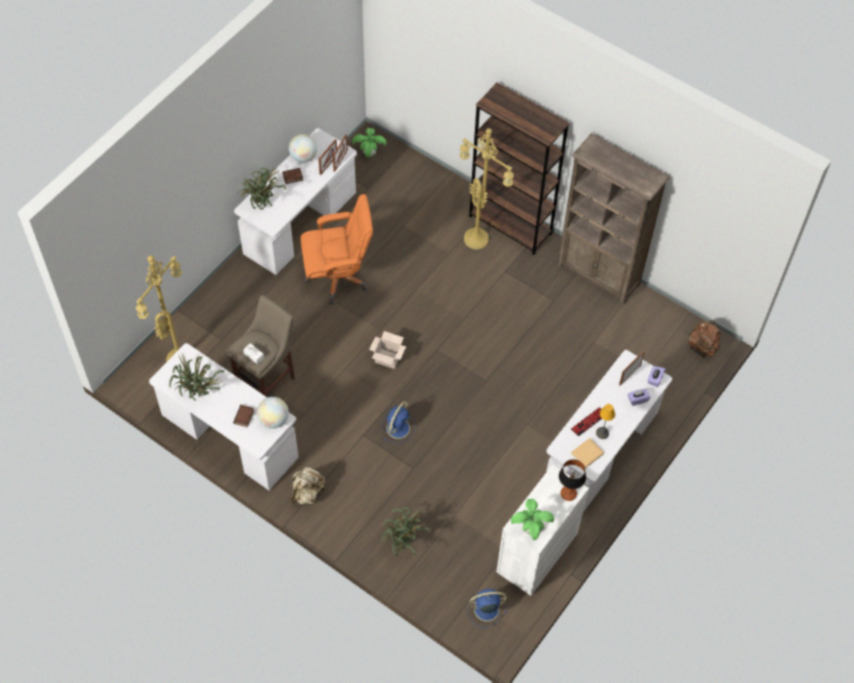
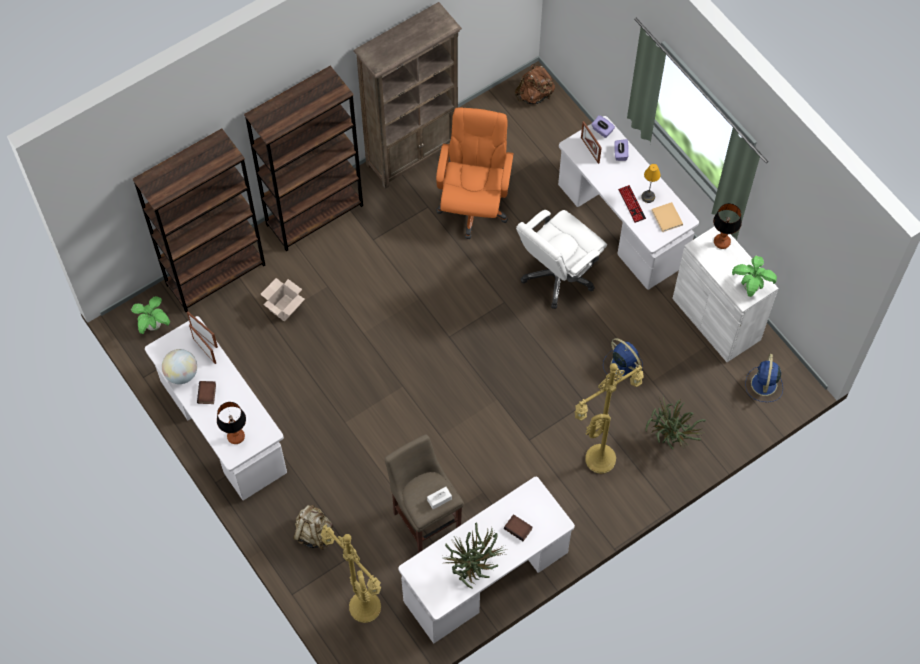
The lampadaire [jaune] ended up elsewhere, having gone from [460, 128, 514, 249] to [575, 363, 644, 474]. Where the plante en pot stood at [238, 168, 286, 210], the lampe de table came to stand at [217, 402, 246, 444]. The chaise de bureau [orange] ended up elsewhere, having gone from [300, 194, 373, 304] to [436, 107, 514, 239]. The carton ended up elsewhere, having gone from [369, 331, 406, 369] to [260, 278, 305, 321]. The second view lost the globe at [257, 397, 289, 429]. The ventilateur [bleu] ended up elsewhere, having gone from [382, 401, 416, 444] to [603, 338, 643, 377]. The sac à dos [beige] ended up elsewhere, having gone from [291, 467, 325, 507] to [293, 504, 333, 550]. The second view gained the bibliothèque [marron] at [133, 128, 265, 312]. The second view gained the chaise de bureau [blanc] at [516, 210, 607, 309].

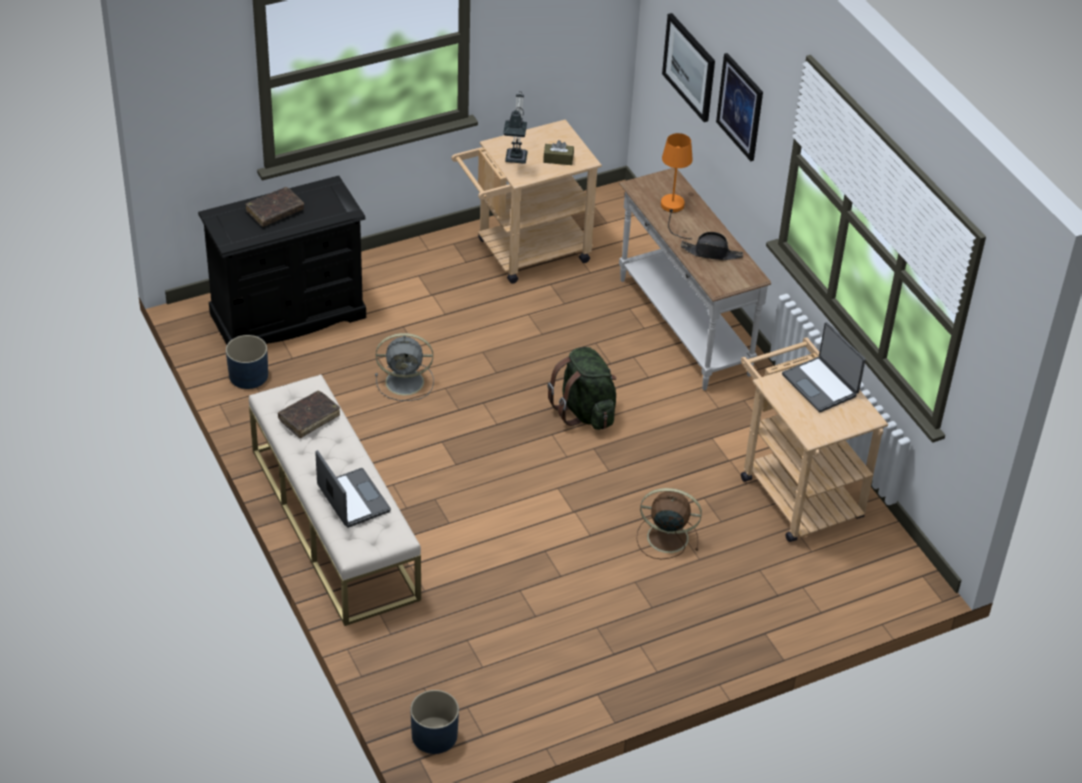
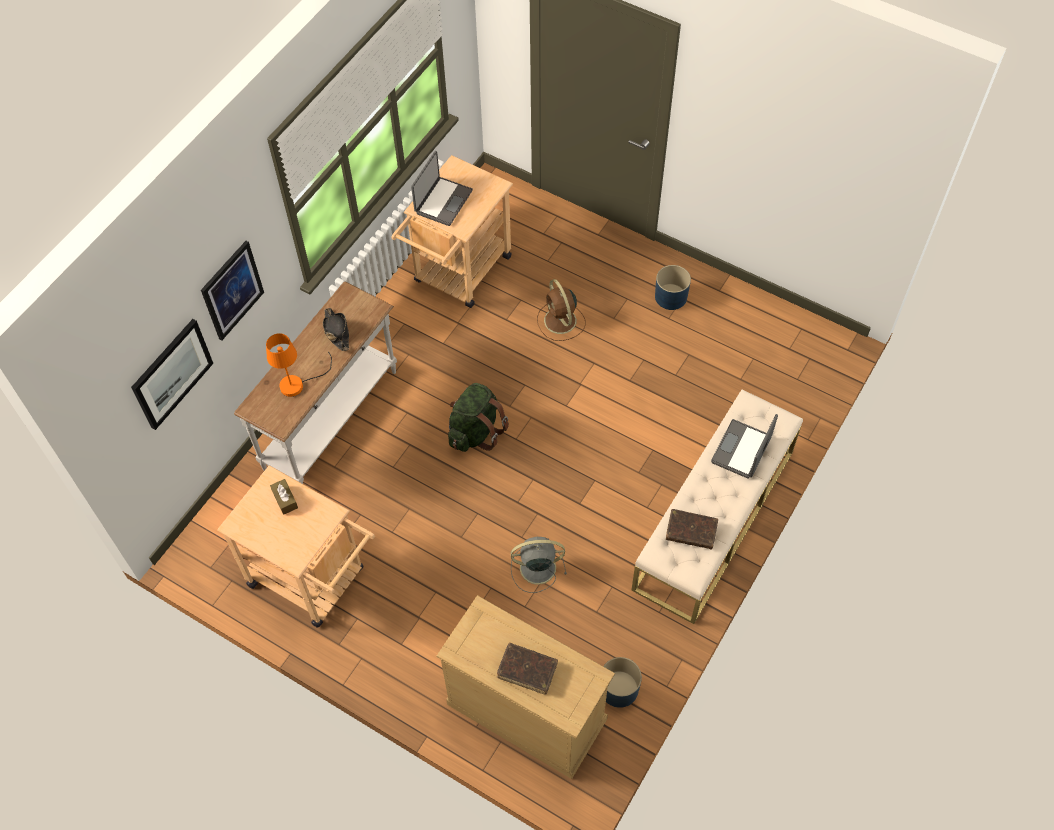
The second view lost the lampe de table at [503, 91, 528, 164]. What was the commode [noir] at [198, 176, 366, 345] turned into the commode [beige] at [437, 595, 615, 779]. The ventilateur [gris] at [375, 333, 434, 401] ended up facing another way, 60 degrees counterclockwise from before. The cache-pot [bleu] ended up elsewhere, having gone from [410, 690, 459, 754] to [655, 265, 691, 310].

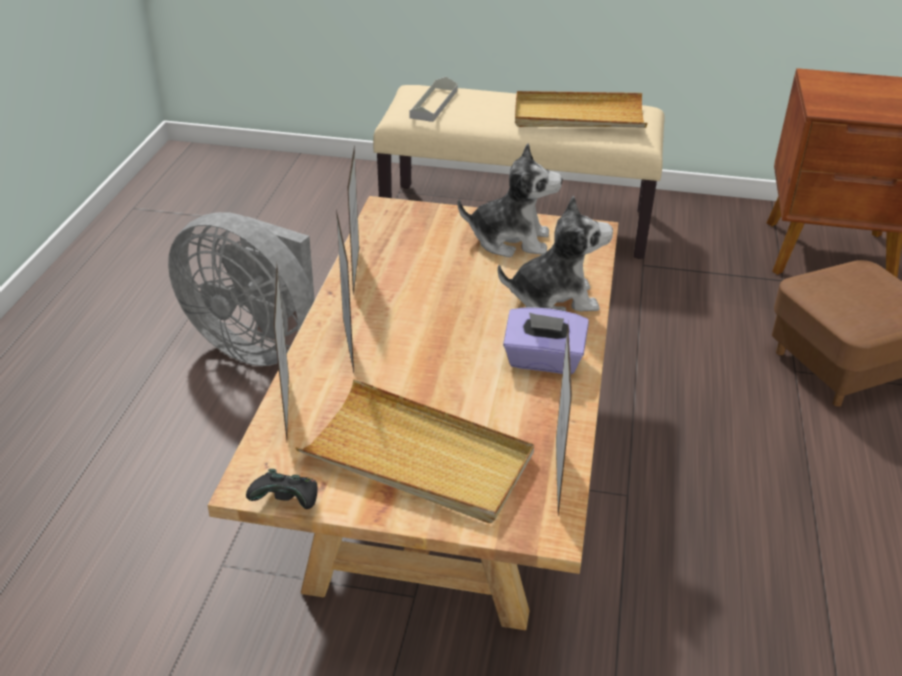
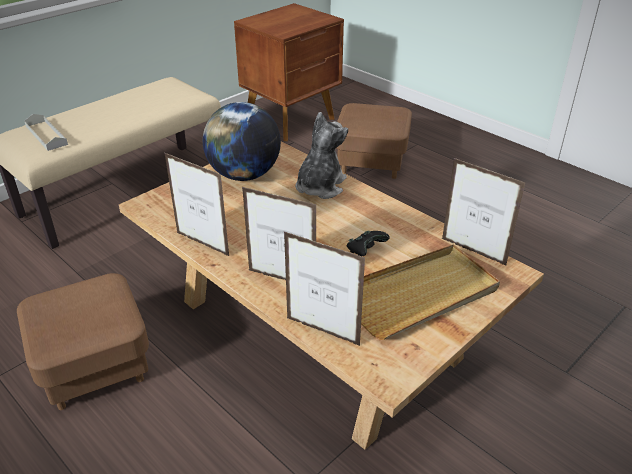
The second view lost the plateau [beige] at [515, 91, 647, 128]. Where the peluche stood at [458, 143, 562, 257], the globe came to stand at [203, 102, 281, 181]. Where the ventilateur [gris] stood at [168, 212, 315, 366], the pouf [marron] came to stand at [17, 273, 149, 410]. The second view lost the boîte à mouchoirs [violet] at [503, 307, 589, 374]. The manette [noir] ended up elsewhere, having gone from [246, 469, 318, 509] to [347, 231, 390, 256].

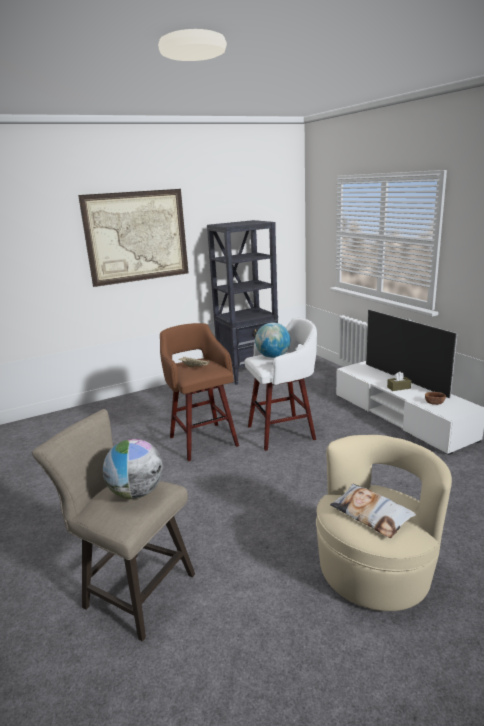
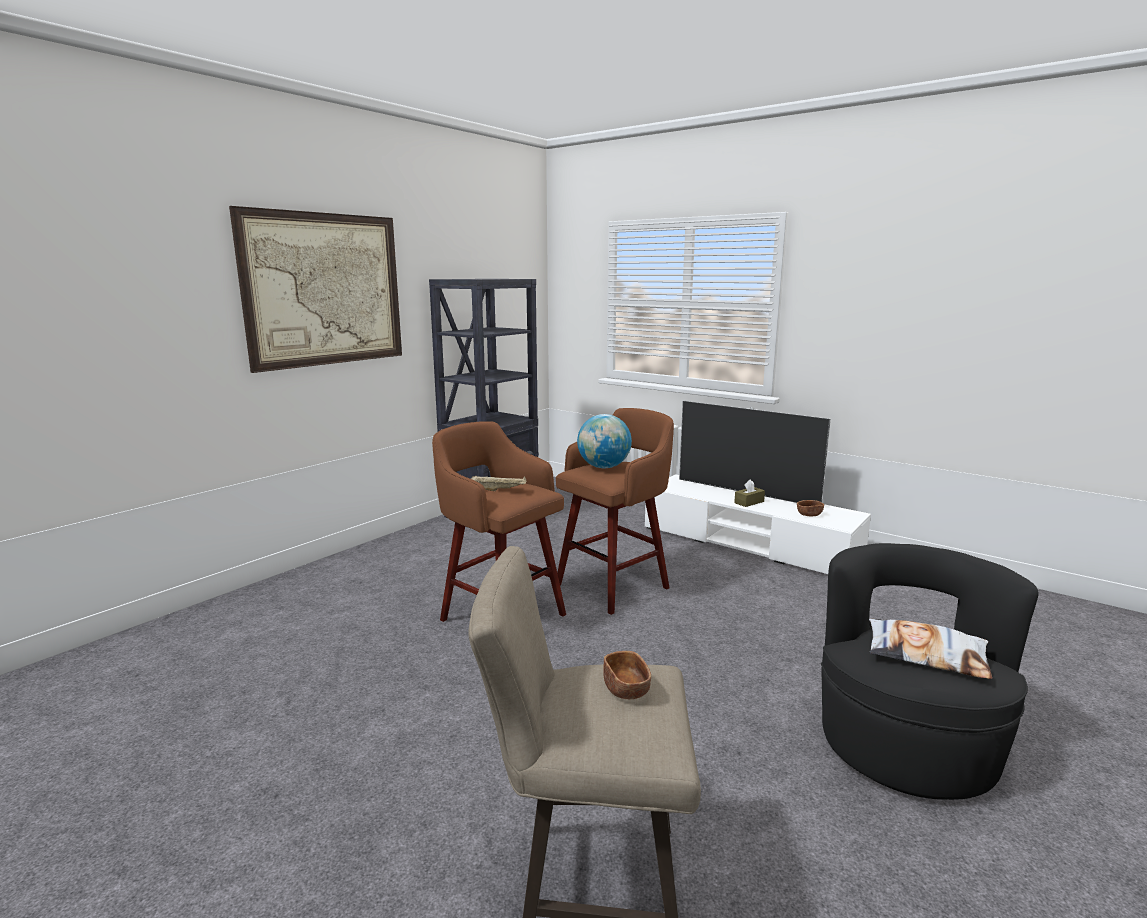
What was the tabouret [blanc] at [245, 317, 317, 451] turned into the tabouret [marron] at [556, 408, 674, 615]. What was the fauteuil [beige] at [316, 435, 452, 611] turned into the fauteuil [noir] at [821, 543, 1039, 800]. Where the globe stood at [103, 439, 163, 499], the bol [marron] came to stand at [603, 651, 651, 699].

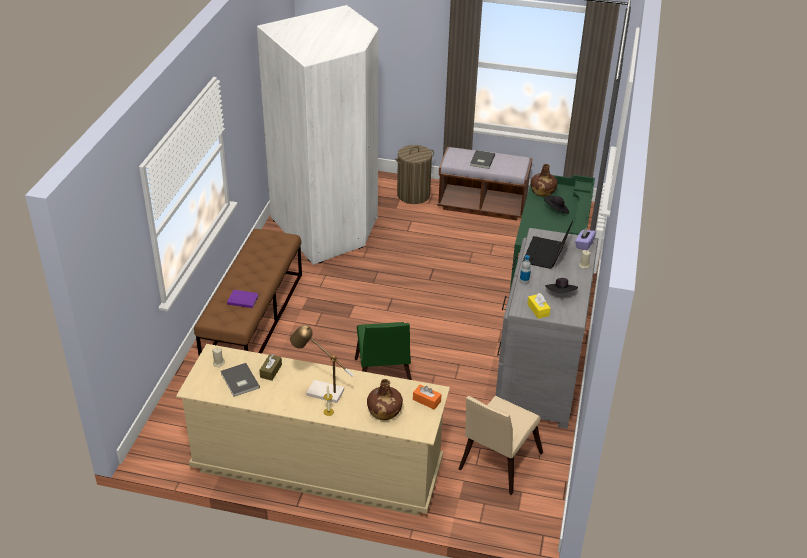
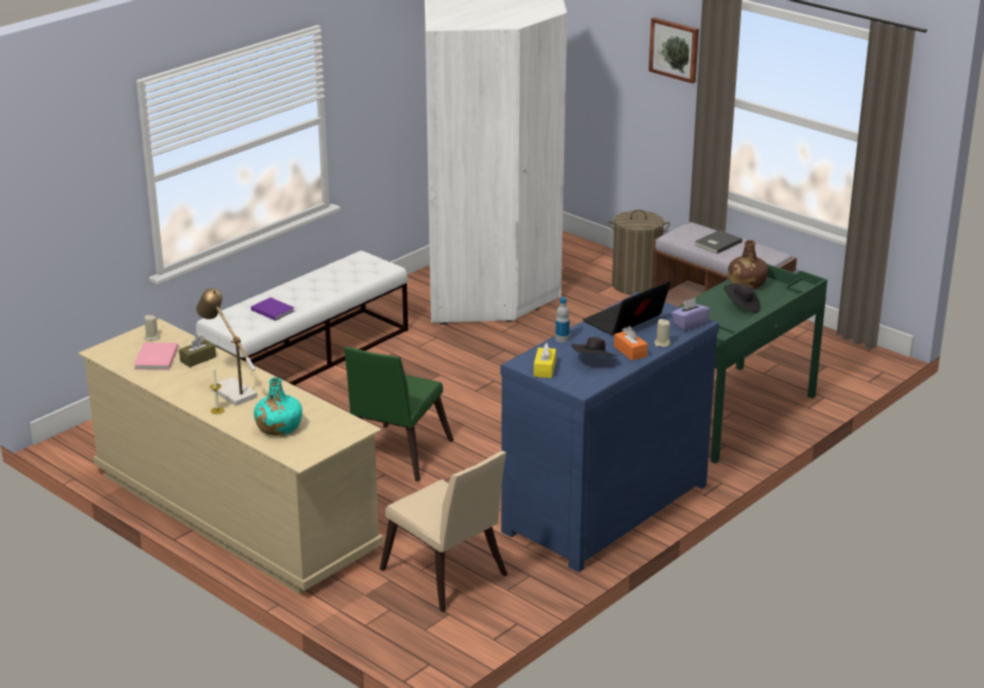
What was the commode [gris] at [495, 228, 598, 429] turned into the commode [bleu] at [501, 292, 719, 572]. What was the banc [marron] at [194, 229, 302, 356] turned into the banc [blanc] at [196, 251, 408, 385]. What was the livre [gris] at [221, 363, 260, 397] turned into the livre [rose] at [134, 343, 178, 370]. What was the bouteille [marron] at [367, 379, 403, 420] turned into the bouteille [turquoise] at [254, 377, 302, 436]. The boîte à mouchoirs [orange] ended up elsewhere, having gone from [413, 384, 442, 410] to [614, 326, 648, 361]. The chaise [beige] at [459, 396, 543, 495] ended up facing another way, 105 degrees counterclockwise from before. The second view gained the tableau at [649, 17, 699, 84].

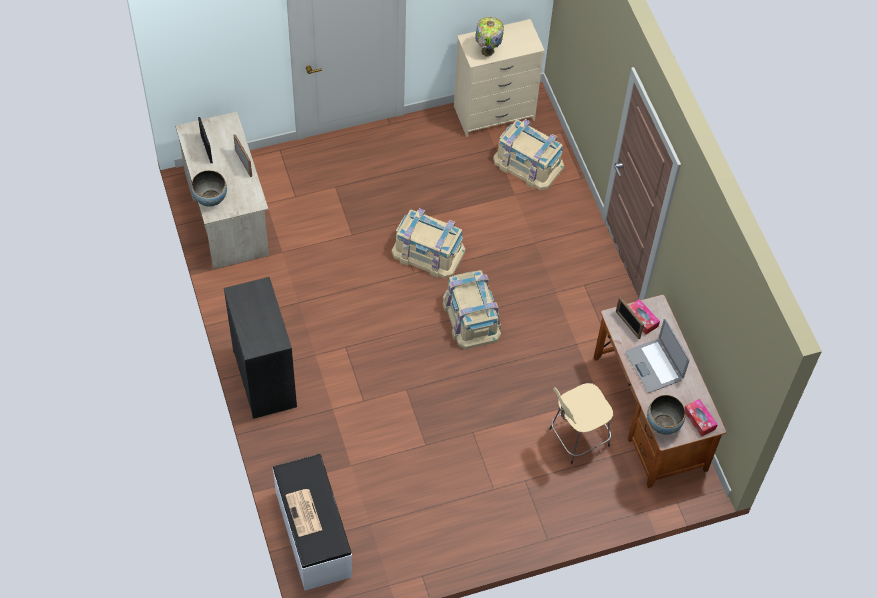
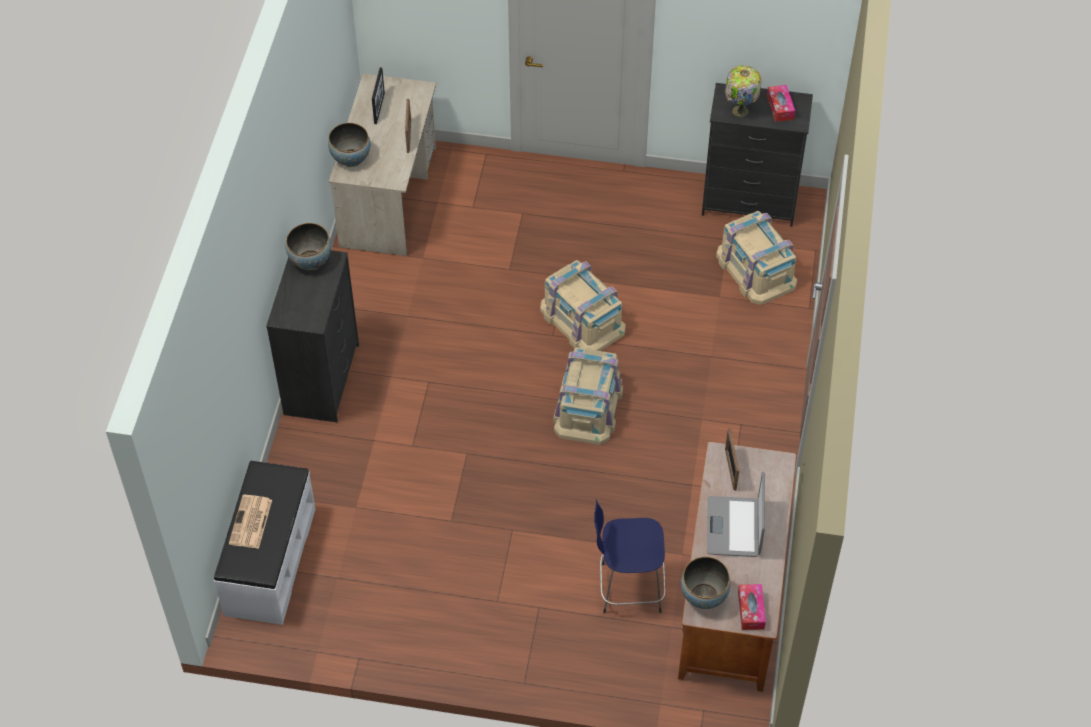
What was the commode [beige] at [454, 19, 545, 137] turned into the commode [noir] at [702, 83, 813, 227]. The boîte à mouchoirs ended up elsewhere, having gone from [629, 299, 660, 335] to [767, 85, 795, 122]. What was the tabouret [beige] at [549, 383, 613, 464] turned into the tabouret [bleu] at [594, 500, 666, 613]. The second view gained the bol at [286, 223, 331, 270].

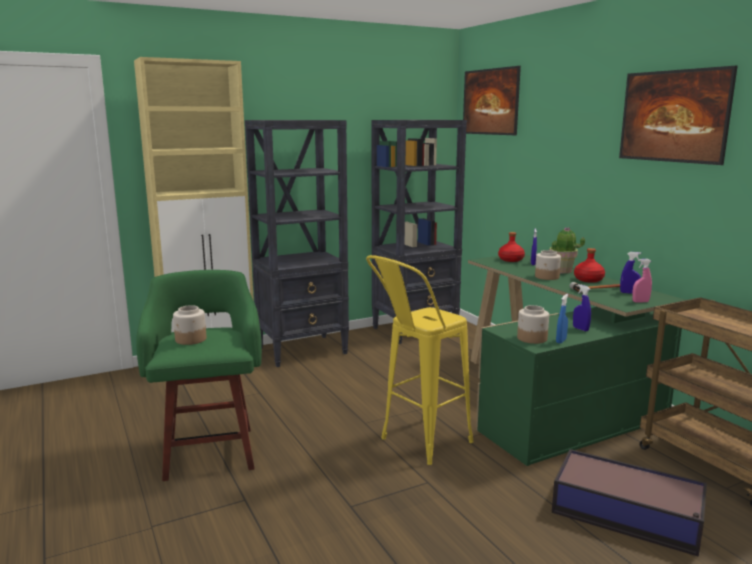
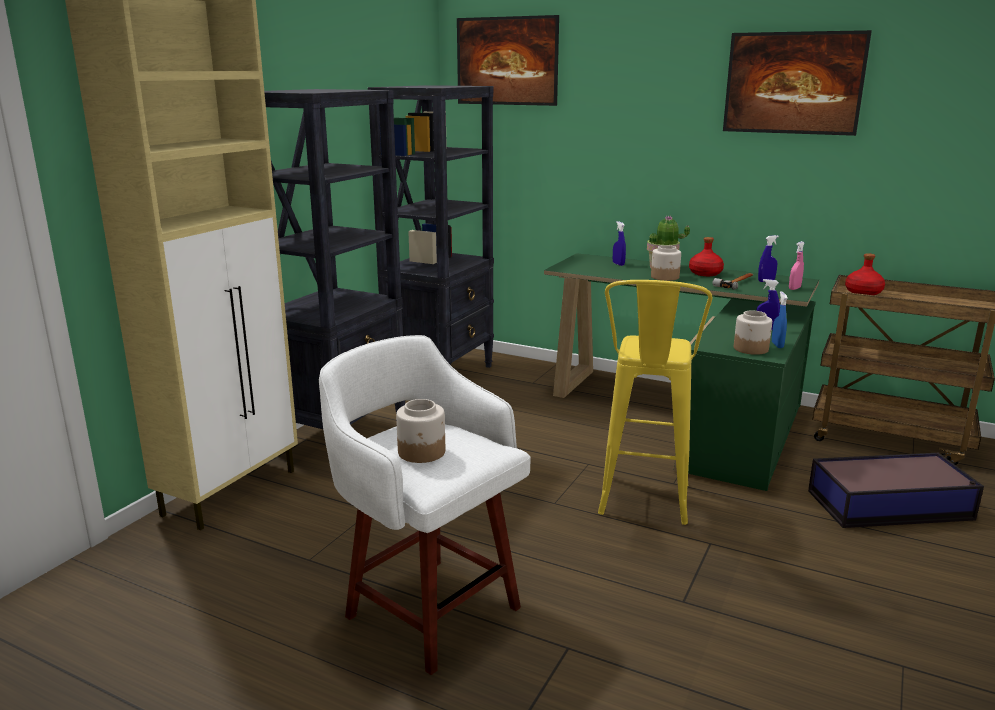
The bouteille [rouge] ended up elsewhere, having gone from [498, 232, 525, 262] to [845, 253, 885, 295]. What was the tabouret [vert] at [136, 270, 262, 481] turned into the tabouret [blanc] at [319, 335, 531, 675].

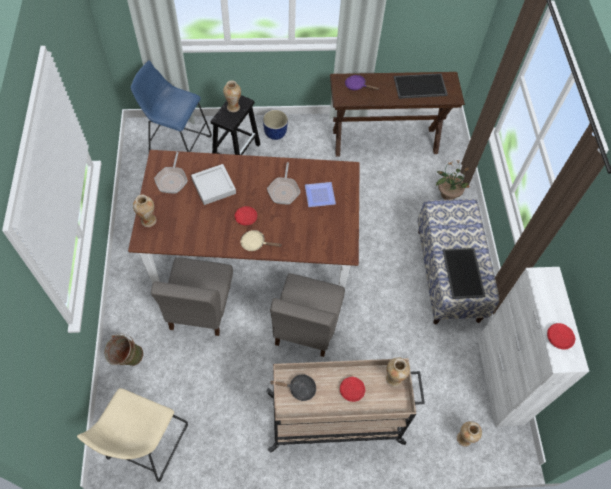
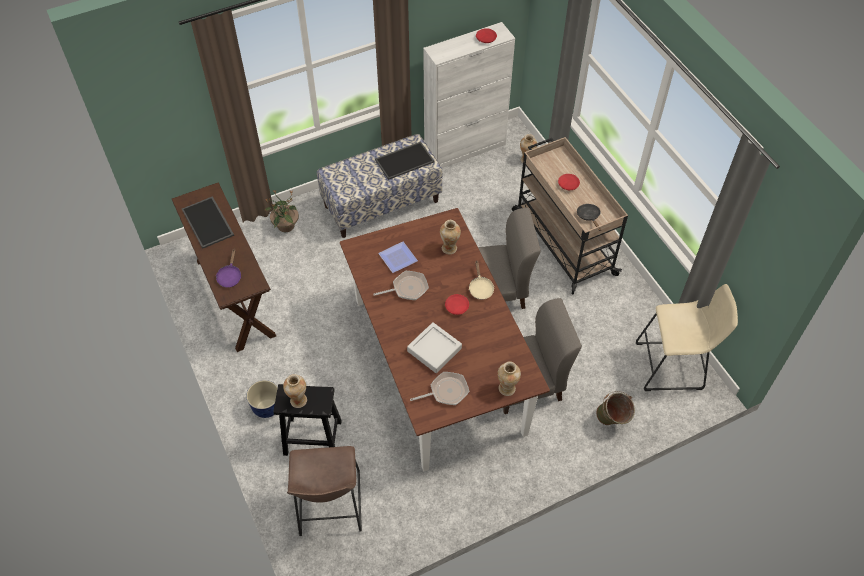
What was the tabouret [bleu] at [131, 60, 212, 152] turned into the tabouret [marron] at [287, 446, 362, 536]. The vase ended up elsewhere, having gone from [386, 357, 410, 387] to [440, 220, 461, 254].

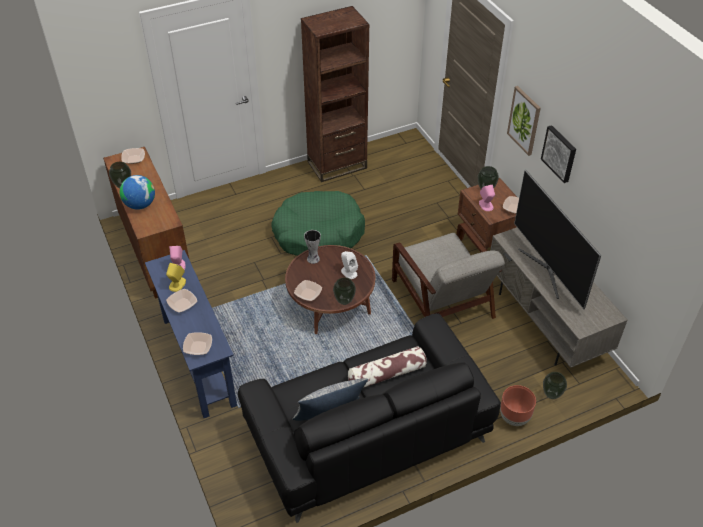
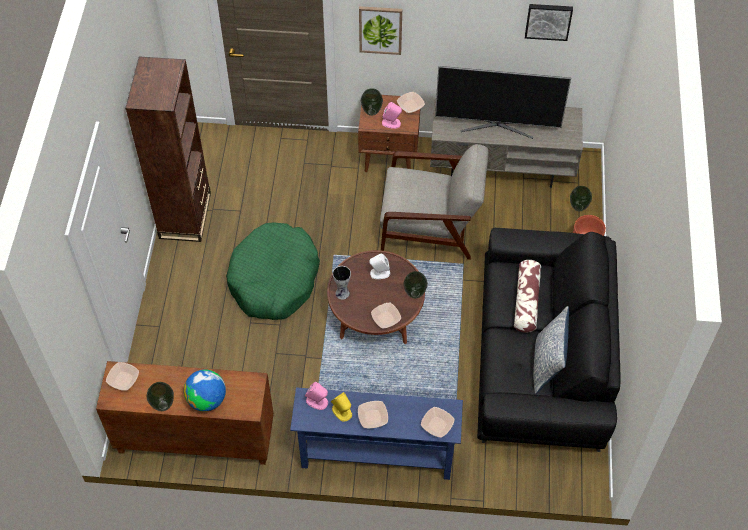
The tableau ended up elsewhere, having gone from [541, 125, 576, 183] to [525, 4, 573, 41].

